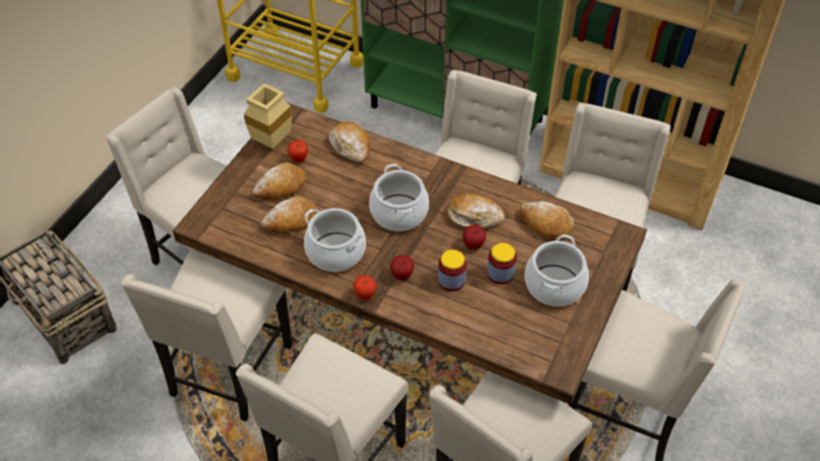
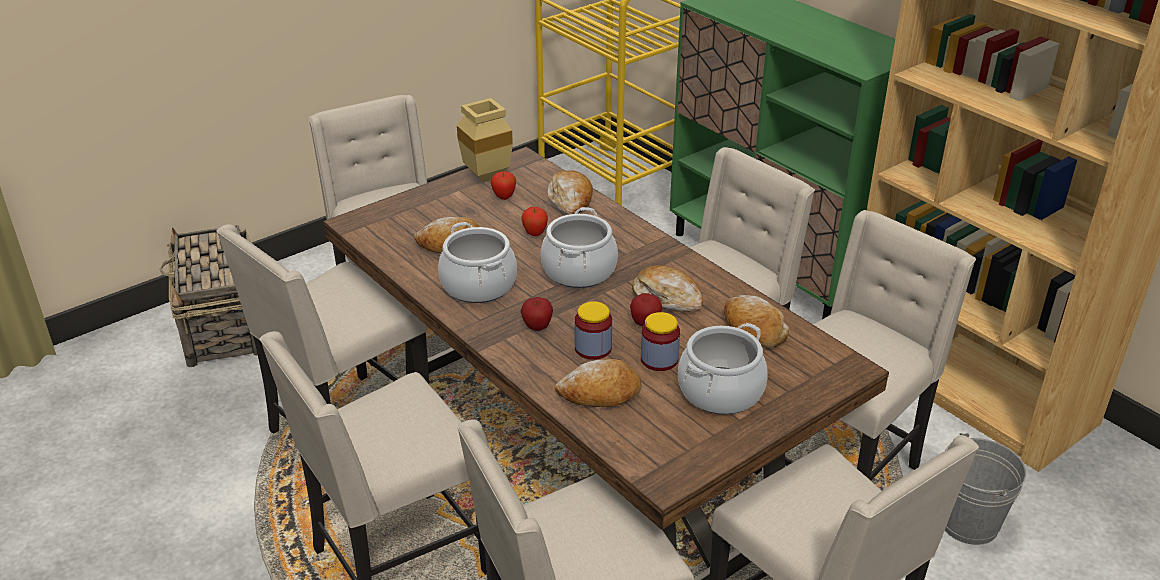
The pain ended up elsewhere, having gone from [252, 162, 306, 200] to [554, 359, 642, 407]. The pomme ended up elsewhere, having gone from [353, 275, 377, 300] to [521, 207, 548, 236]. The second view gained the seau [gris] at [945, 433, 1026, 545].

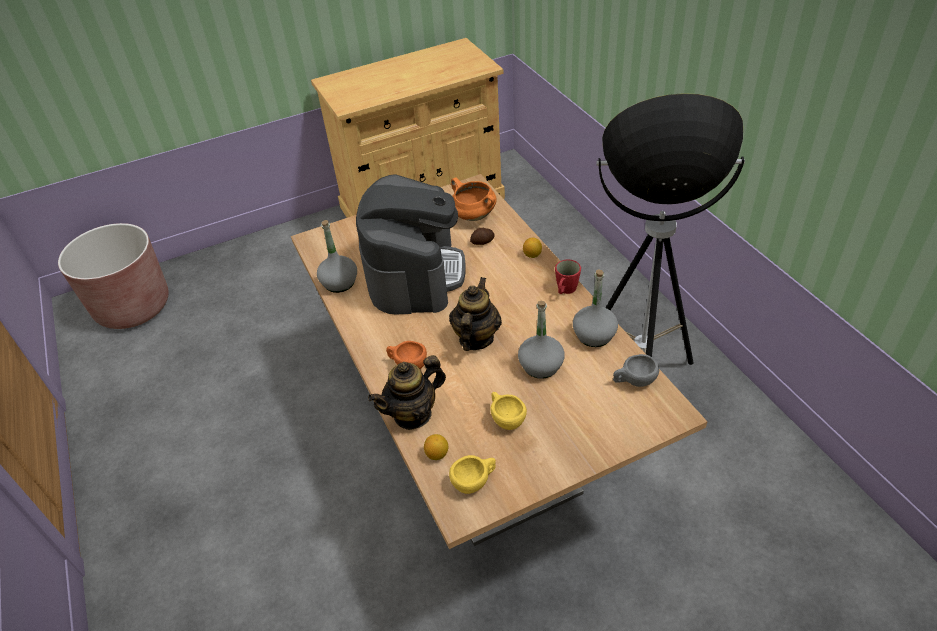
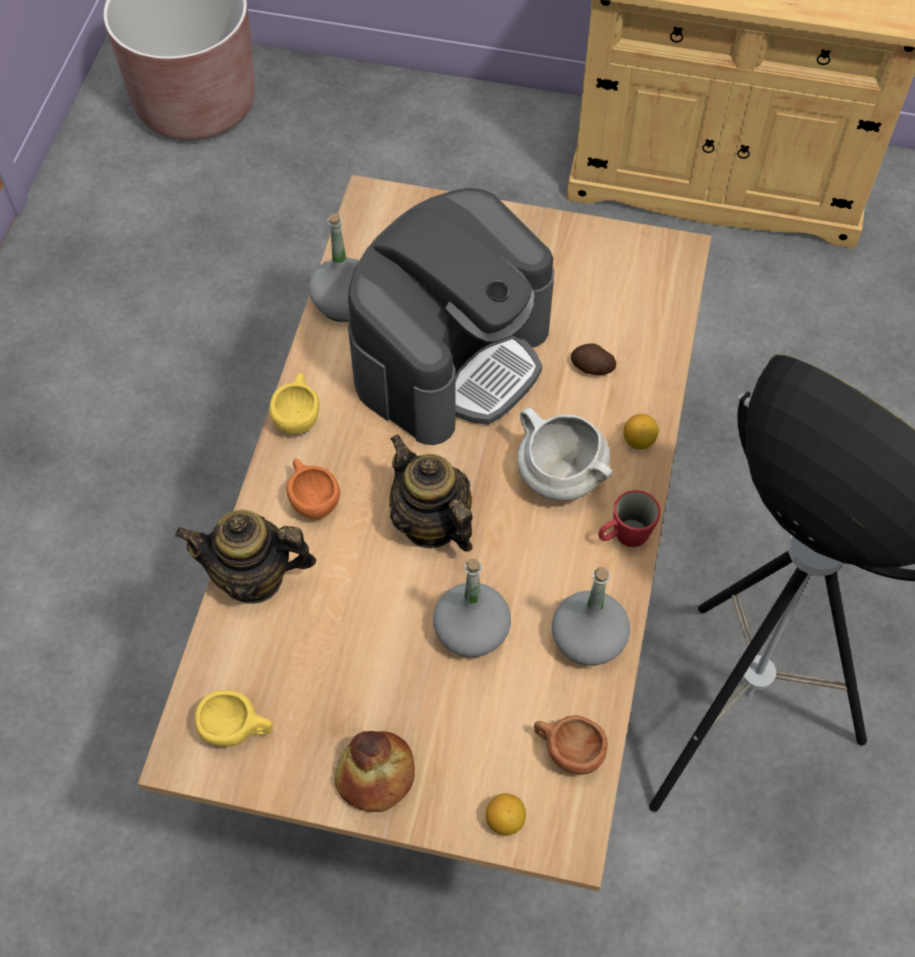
The second view lost the marmite [orange] at [451, 177, 497, 221]. The théière at [449, 277, 502, 351] ended up facing another way, 90 degrees counterclockwise from before. What was the tasse [gris] at [613, 354, 659, 387] turned into the tasse [marron] at [534, 715, 608, 775]. The tasse [jaune] ended up elsewhere, having gone from [490, 392, 527, 430] to [269, 373, 320, 434]. The citron ended up elsewhere, having gone from [424, 434, 448, 460] to [486, 793, 526, 835]. The second view gained the marmite [blanc] at [517, 408, 613, 501]. The second view gained the pain at [335, 731, 415, 812].

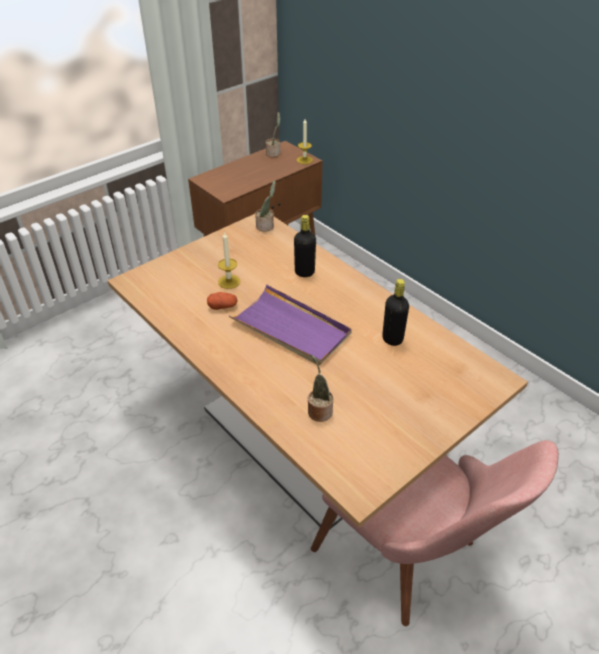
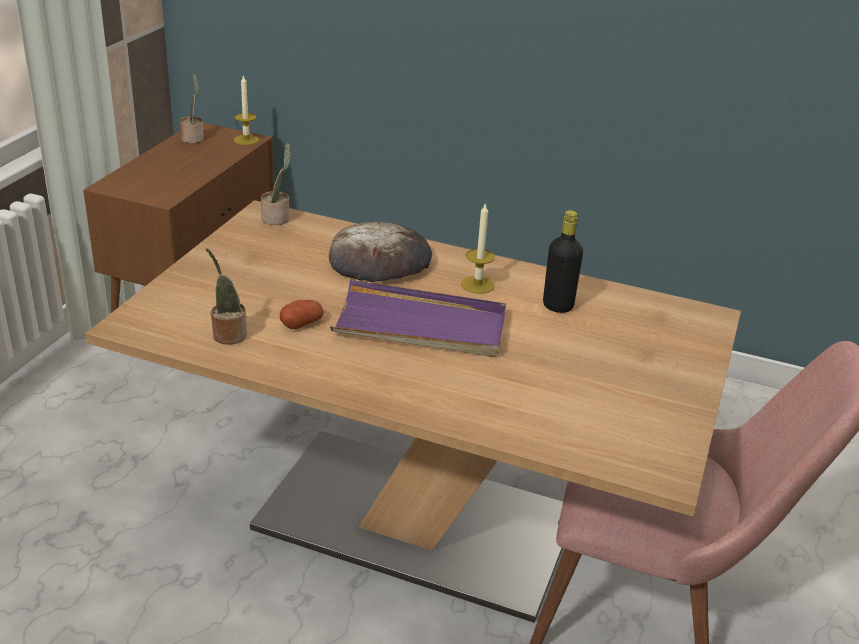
Where the bouteille [noir] stood at [294, 215, 316, 277], the pain came to stand at [329, 221, 432, 282]. The bougie ended up elsewhere, having gone from [218, 231, 240, 289] to [461, 202, 495, 294]. The plante en pot ended up elsewhere, having gone from [308, 354, 333, 422] to [206, 248, 247, 344].

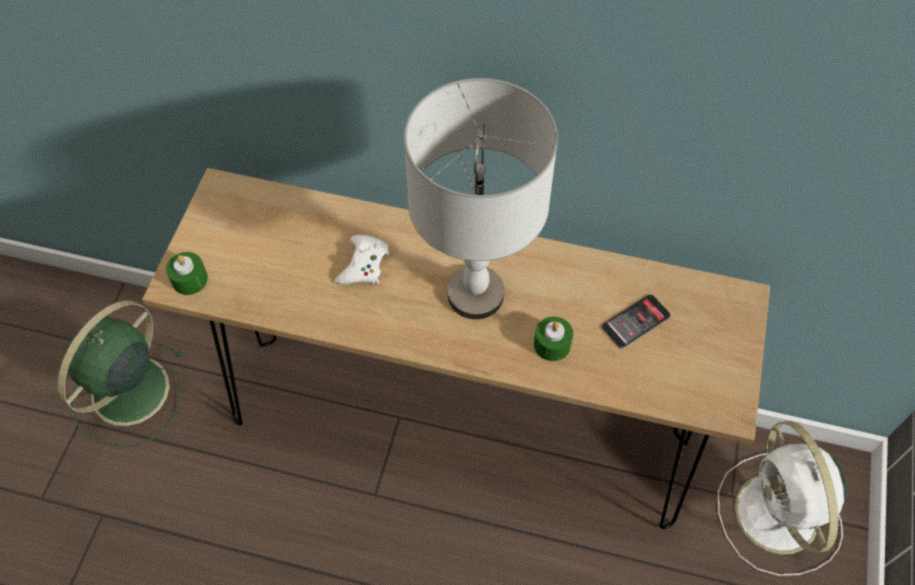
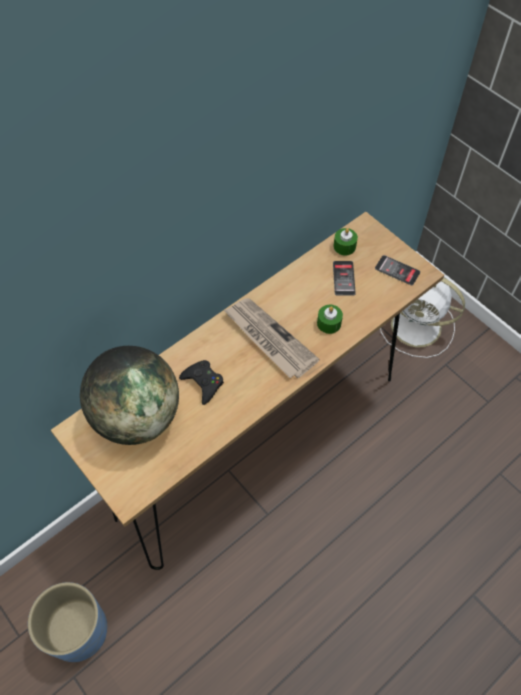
Where the lampe de table [gris] stood at [404, 78, 558, 319], the journal came to stand at [224, 298, 320, 378]. What was the manette [blanc] at [335, 235, 389, 284] turned into the manette [noir] at [179, 360, 224, 405]. The bougie [vert] ended up elsewhere, having gone from [166, 252, 208, 295] to [333, 228, 358, 255]. Where the ventilateur [vert] stood at [58, 301, 185, 447], the cache-pot [bleu] came to stand at [28, 582, 107, 662]. The second view gained the téléphone at [375, 255, 420, 285]. The second view gained the globe at [80, 346, 179, 445].

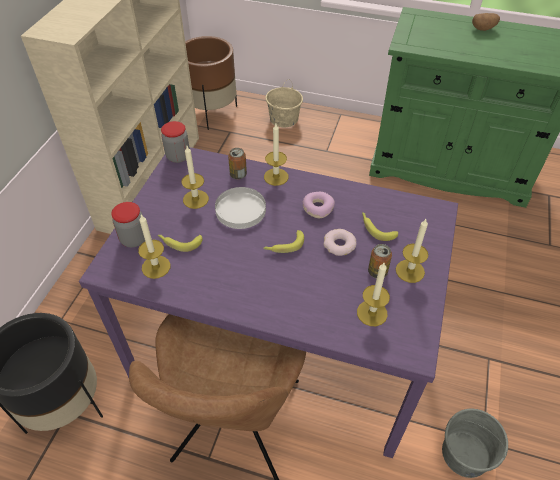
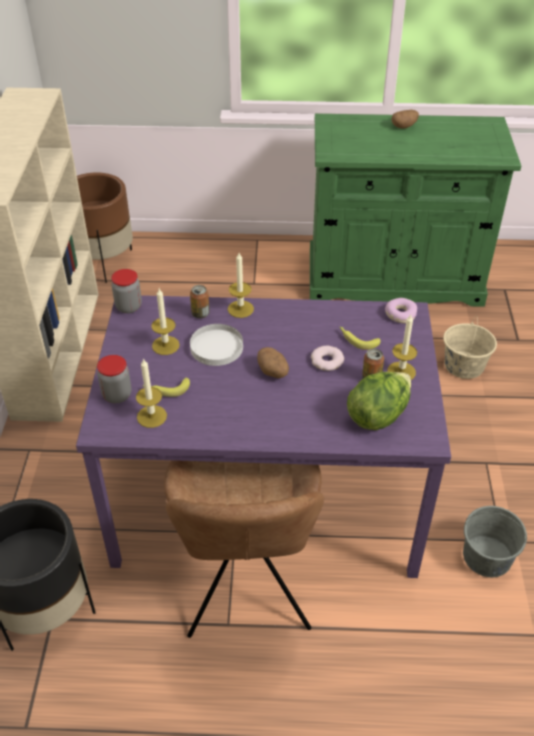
The seau [beige] ended up elsewhere, having gone from [265, 79, 303, 128] to [443, 315, 497, 379]. The beignet ended up elsewhere, having gone from [302, 192, 335, 218] to [385, 298, 417, 323]. Where the banane stood at [263, 230, 304, 253], the pomme de terre came to stand at [257, 347, 289, 378]. Where the bougie stood at [357, 263, 390, 326], the laitue came to stand at [347, 372, 411, 430].

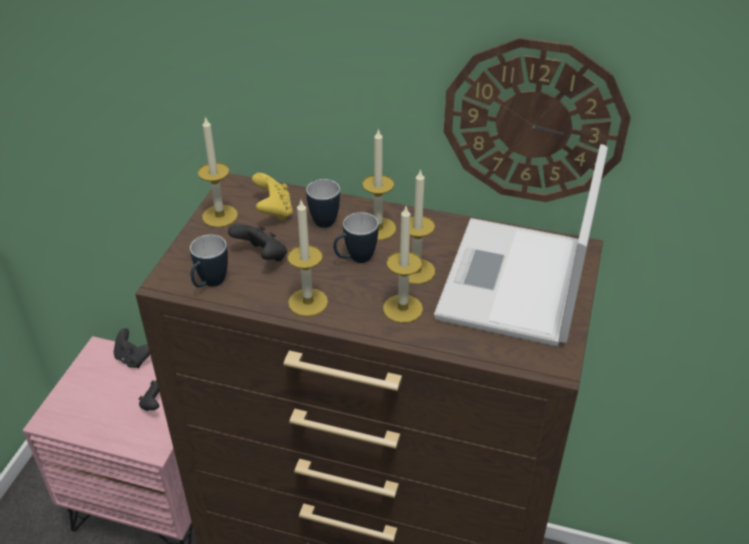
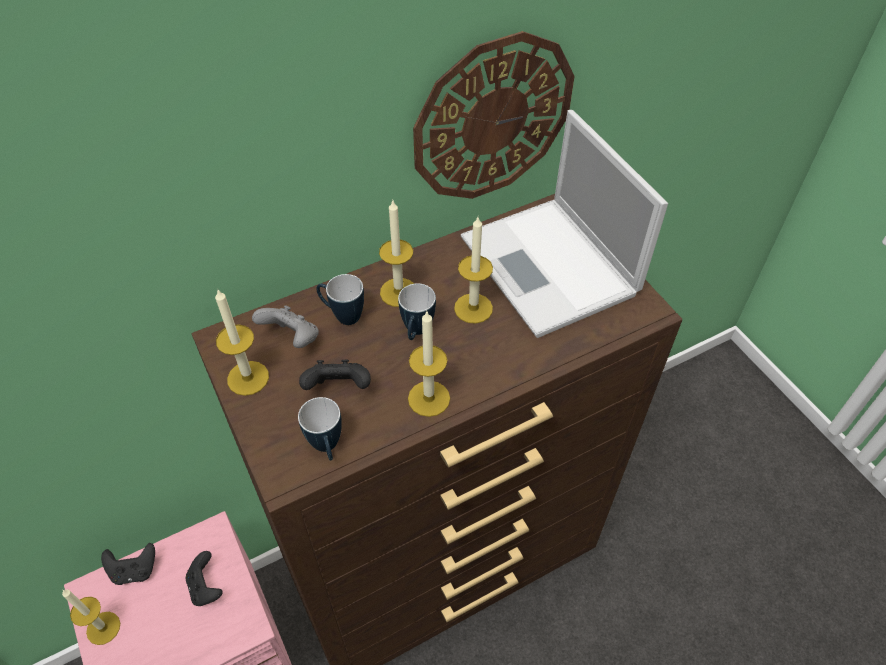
What was the manette [jaune] at [252, 173, 293, 221] turned into the manette [gris] at [252, 305, 319, 348]. The bougie ended up elsewhere, having gone from [383, 207, 423, 323] to [62, 590, 120, 645].

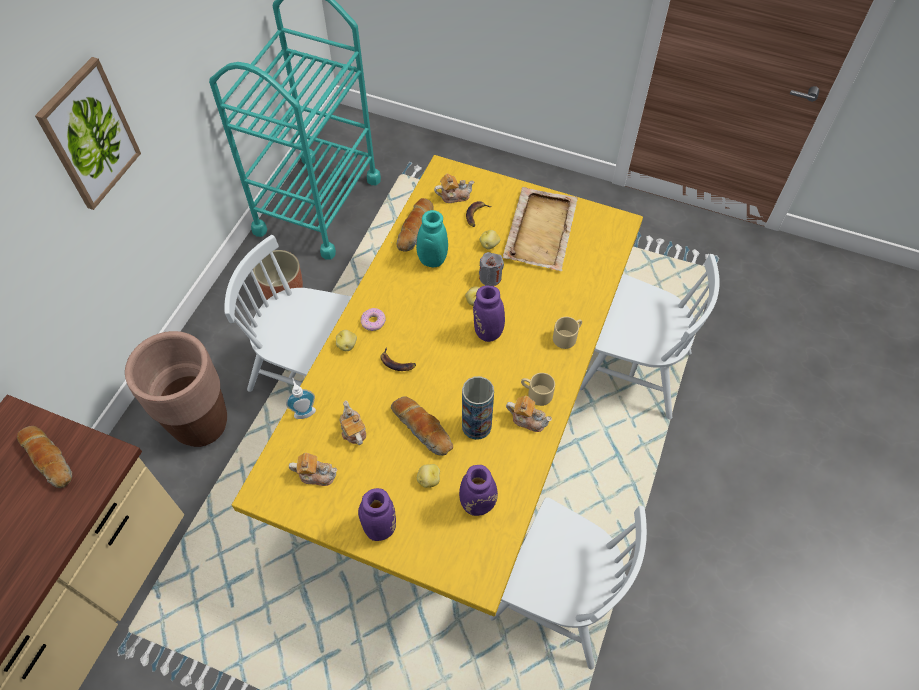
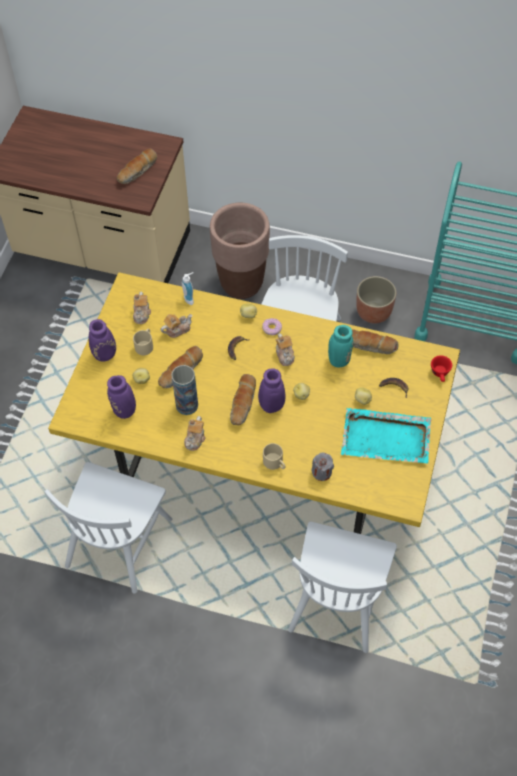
The second view lost the tableau at [35, 57, 141, 210]. The théière ended up elsewhere, having gone from [434, 174, 474, 203] to [276, 333, 295, 366]. What was the plateau [beige] at [503, 187, 578, 271] turned into the plateau [turquoise] at [341, 408, 431, 463]. The bougie [gris] ended up elsewhere, having gone from [479, 252, 504, 286] to [312, 452, 334, 481]. The mug [beige] ended up elsewhere, having gone from [521, 373, 555, 406] to [133, 329, 153, 355]. The second view gained the tasse [rouge] at [431, 355, 452, 382]. The second view gained the pain at [230, 374, 256, 425].

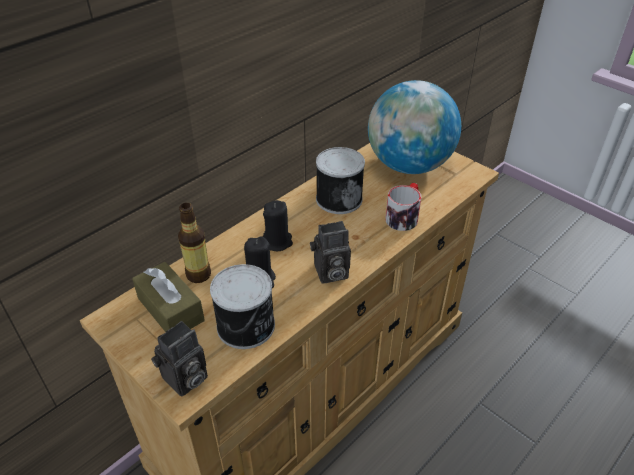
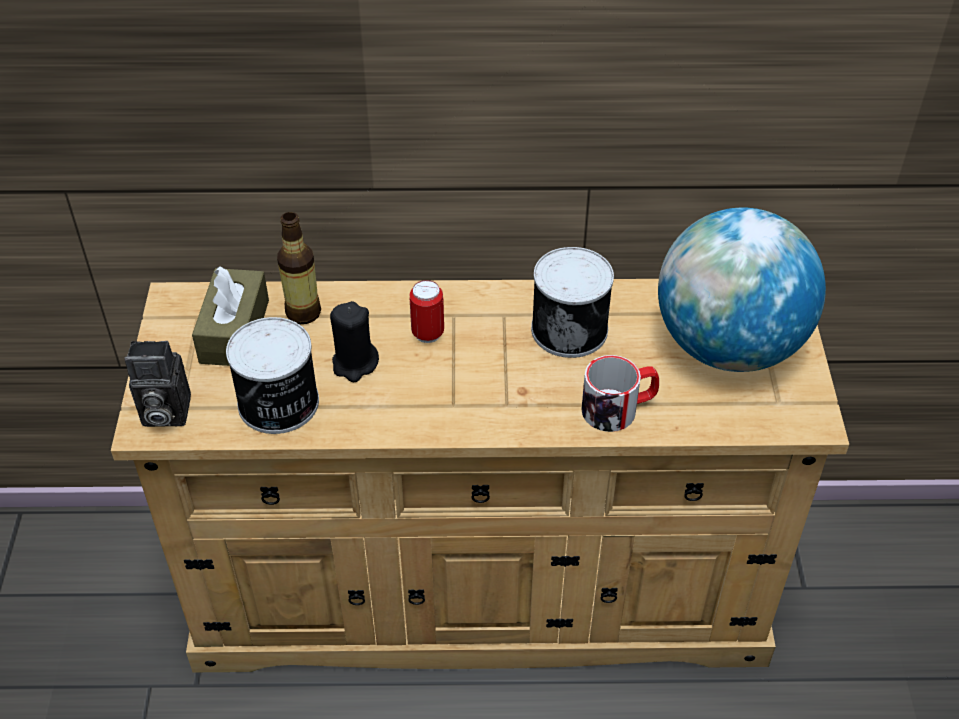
Where the bougie [noir] stood at [263, 200, 293, 251], the boîte métallique came to stand at [410, 280, 444, 343]. The second view lost the appareil photo at [310, 221, 351, 283].

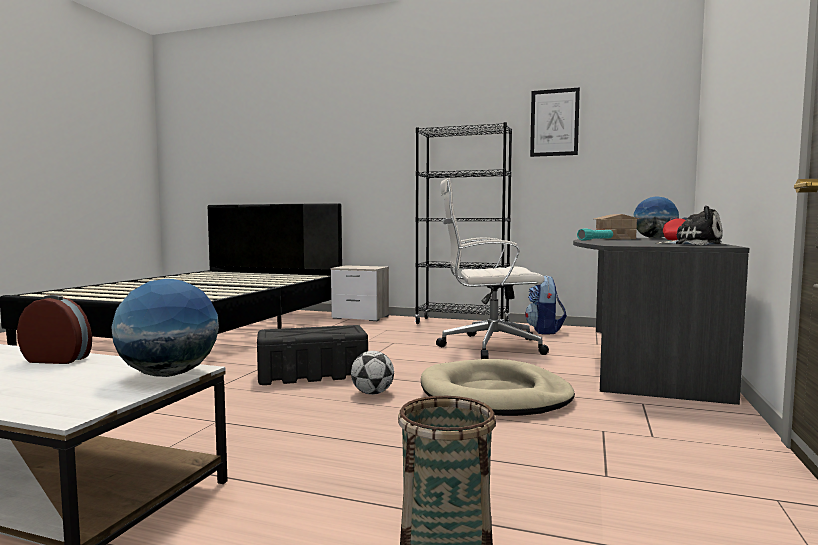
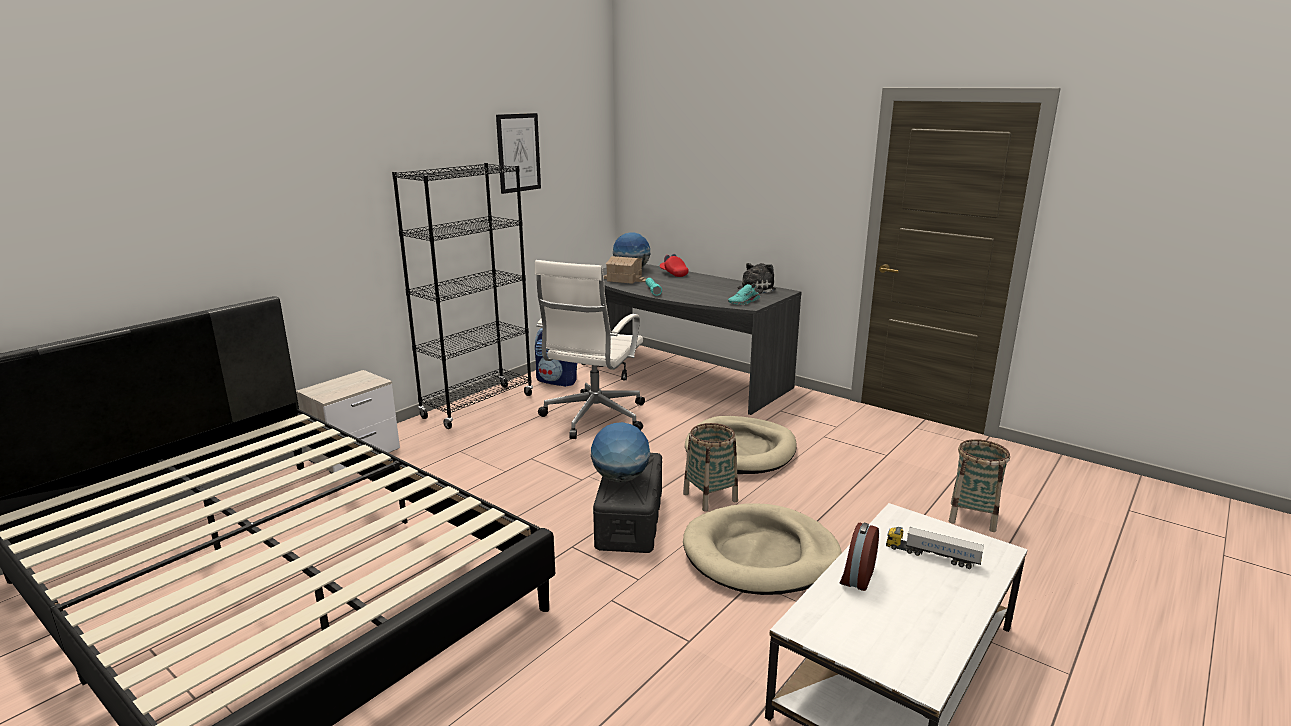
The globe ended up elsewhere, having gone from [111, 279, 219, 377] to [591, 422, 650, 482]. Where the ballon de foot stood at [351, 351, 394, 395], the panier came to stand at [683, 423, 738, 512]. The second view gained the chaussure [turquoise] at [728, 284, 760, 305]. The second view gained the panier pour chien [beige] at [683, 503, 842, 595]. The second view gained the camion jouet at [886, 527, 984, 569].

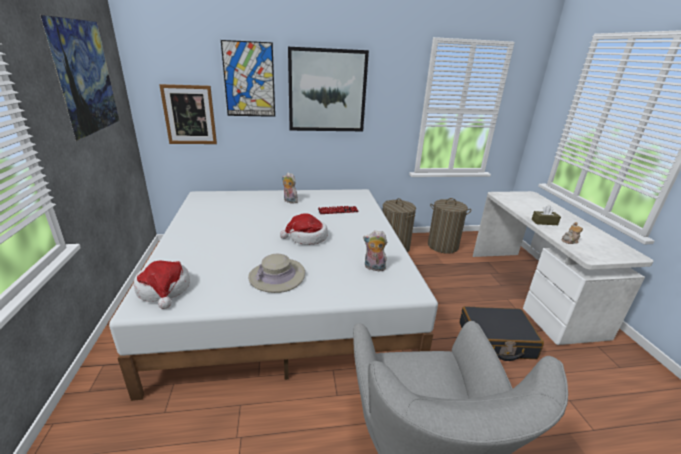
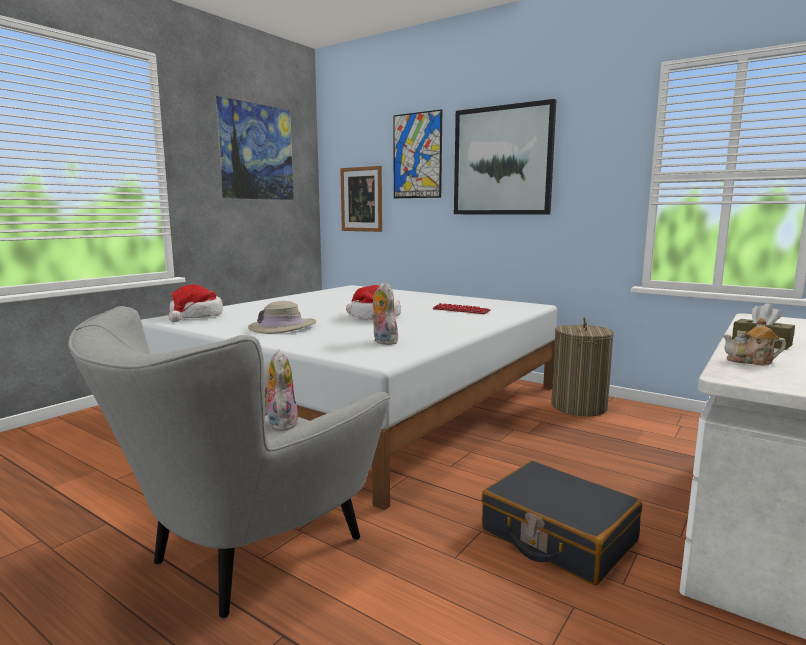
The peluche ended up elsewhere, having gone from [282, 172, 298, 204] to [265, 349, 298, 431]. The second view lost the panier à linge at [428, 198, 472, 254].

